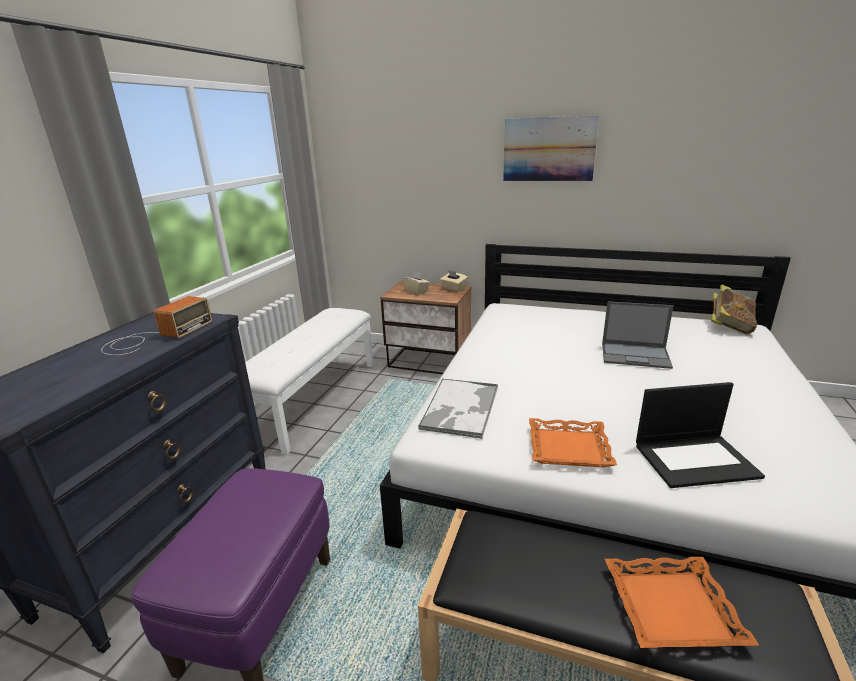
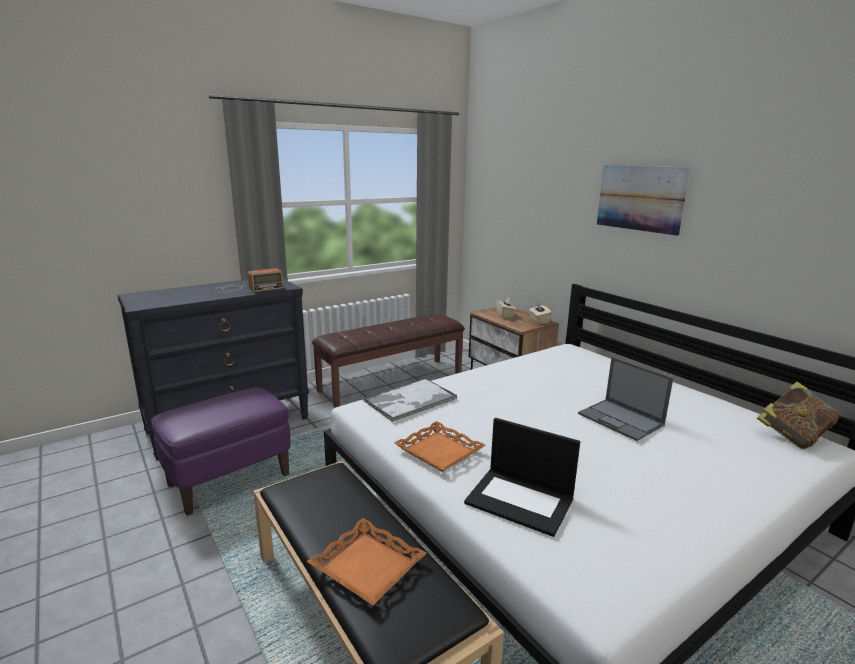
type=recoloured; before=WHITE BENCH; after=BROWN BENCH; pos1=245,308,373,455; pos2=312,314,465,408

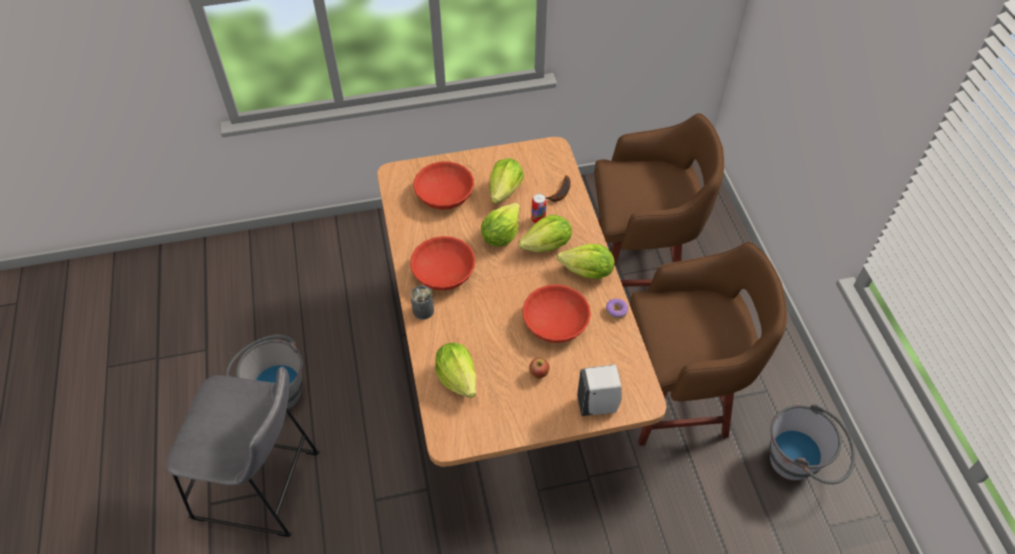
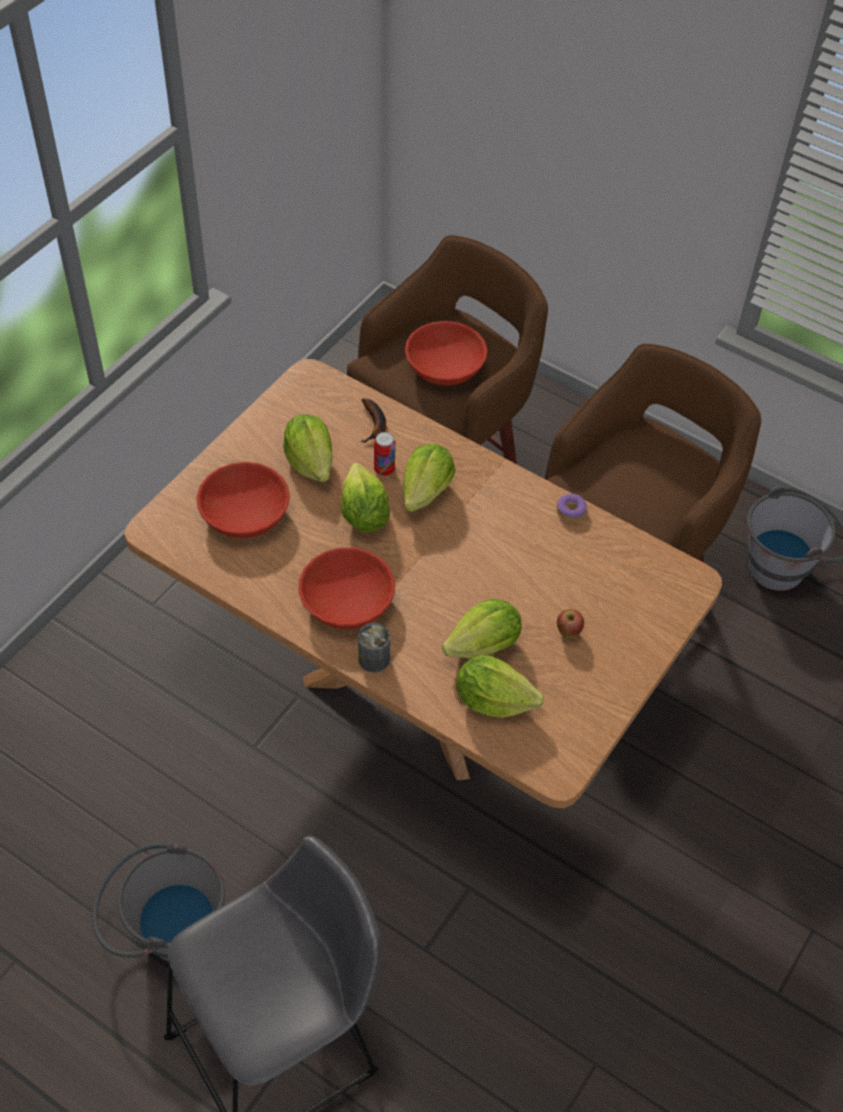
type=moved; before=RED BOWL; pos1=522,285,591,343; pos2=405,321,488,386
type=moved; before=LETTUCE; pos1=557,244,615,279; pos2=442,599,522,659
type=removed; before=WHITE SOAP DISPENSER; pos1=577,364,622,416

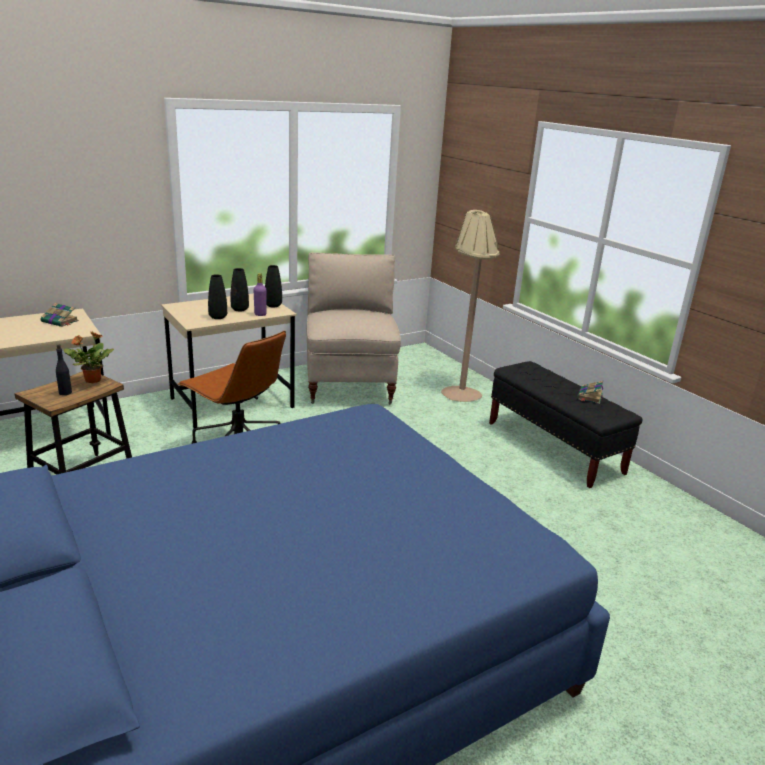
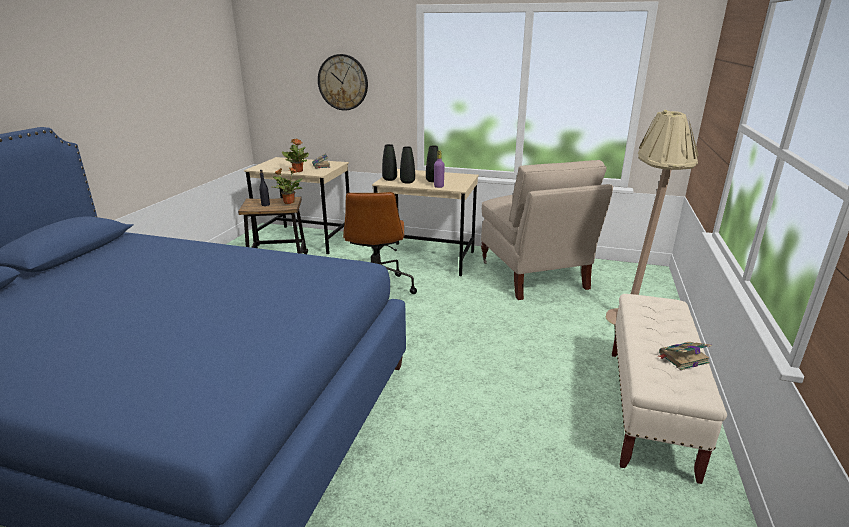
type=moved; before=BLACK VASE; pos1=265,265,282,307; pos2=382,144,397,181
type=turned; before=BEIGE CHAIR; pos1=306,252,401,404; pos2=481,160,613,300; turn=120
type=recoloured; before=BLACK BENCH; after=BEIGE BENCH; pos1=489,361,643,488; pos2=612,294,727,484
type=added; after=POTTED PLANT; pos2=282,139,309,172
type=added; after=WALL CLOCK; pos2=318,54,368,111

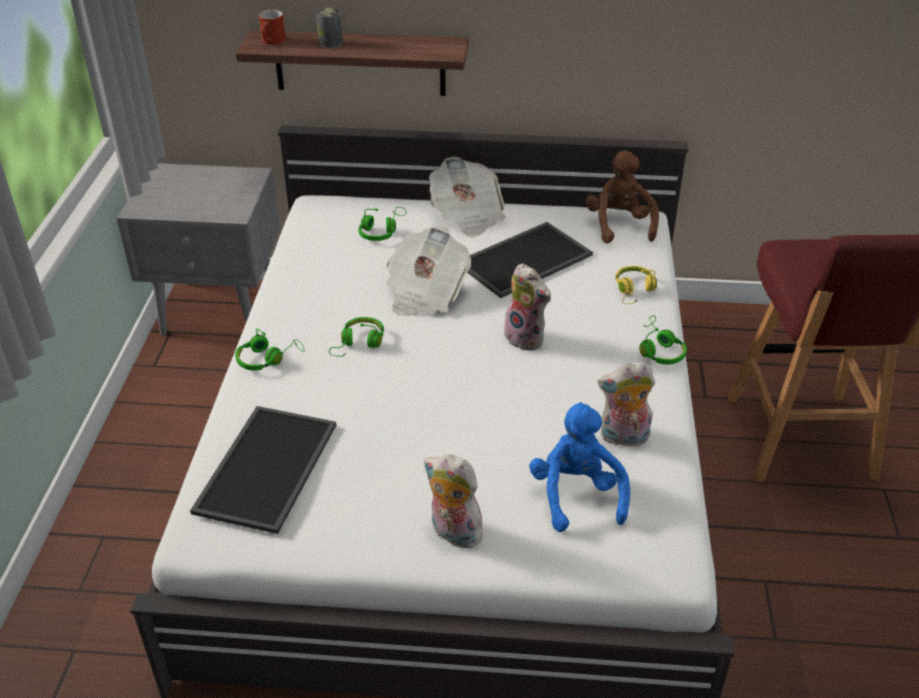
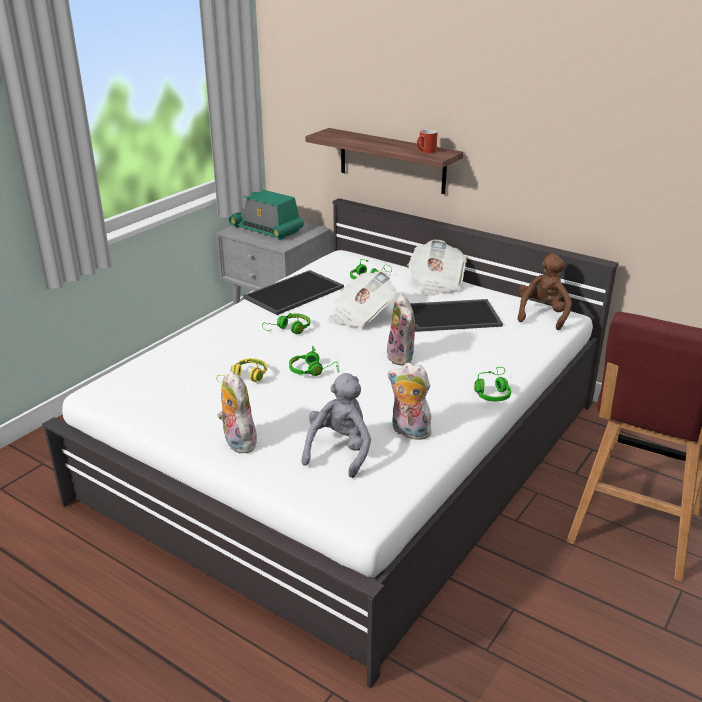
type=moved; before=TRAY; pos1=190,406,336,534; pos2=243,270,344,315
type=moved; before=GREEN HEADPHONES; pos1=235,328,304,370; pos2=289,346,339,376
type=moved; before=RED MUG; pos1=259,10,286,45; pos2=417,129,438,154
type=removed; before=CAN; pos1=316,8,343,48
type=recoloured; before=BLUE PLUSH TOY; after=GREY PLUSH TOY; pos1=529,402,630,532; pos2=302,373,371,478
type=moved; before=YELLOW HEADPHONES; pos1=616,266,657,304; pos2=216,358,267,383
type=added; after=RADIO; pos2=229,189,304,240

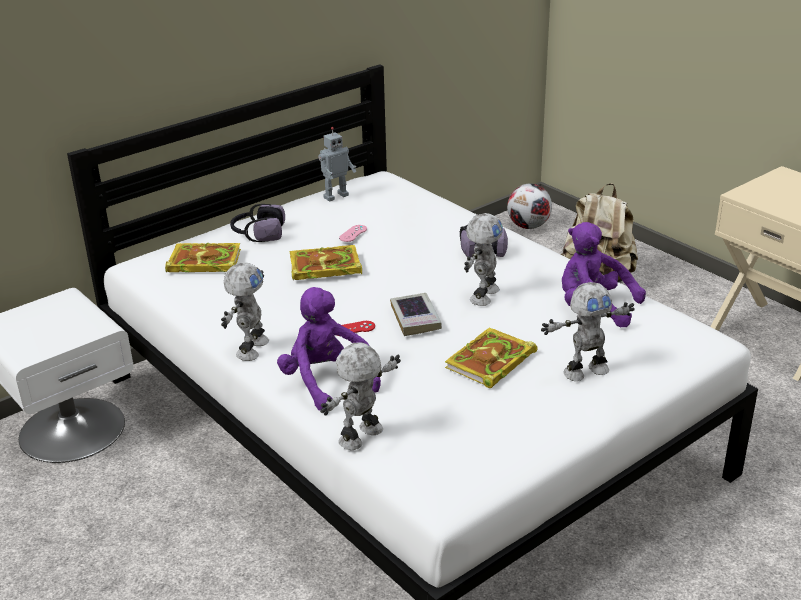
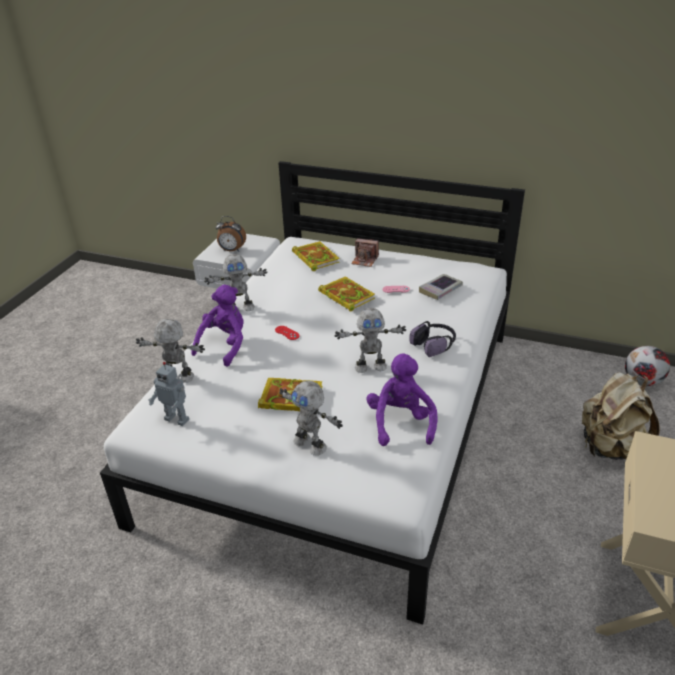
type=replaced; before=HEADPHONES; after=PHOTO CAMERA; pos1=230,204,285,242; pos2=351,238,379,267
type=moved; before=TOY ROBOT; pos1=318,127,356,202; pos2=148,362,189,426
type=moved; before=BOOK; pos1=390,293,442,336; pos2=419,274,463,300
type=added; after=ALARM CLOCK; pos2=216,216,246,252

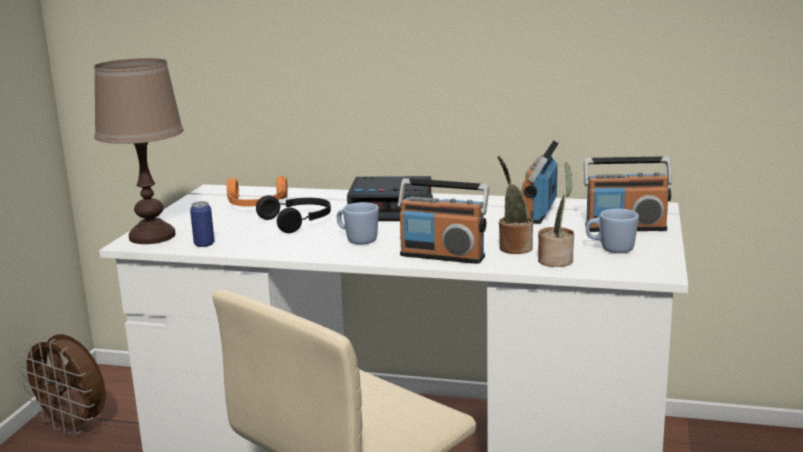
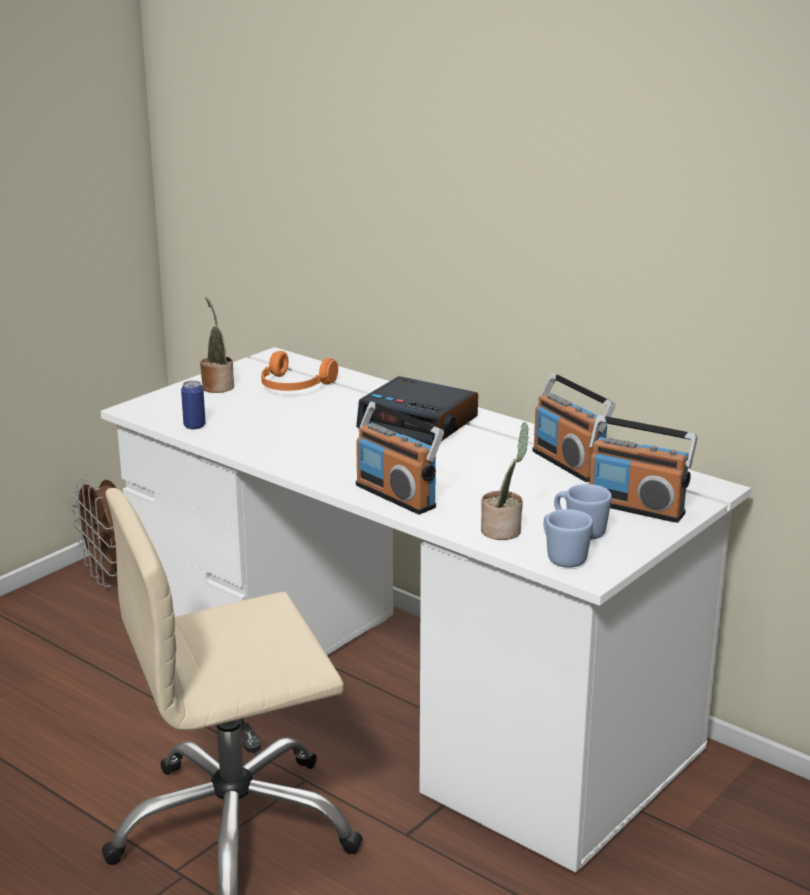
type=removed; before=BROWN TABLE LAMP; pos1=94,58,184,244
type=removed; before=BLACK HEADPHONES; pos1=256,195,331,233
type=moved; before=BLUE MUG; pos1=337,202,379,245; pos2=543,509,593,568
type=moved; before=POTTED PLANT; pos1=498,156,533,254; pos2=200,297,234,393
type=turned; before=RADIO; pos1=521,140,559,224; pos2=532,373,616,482; turn=-75

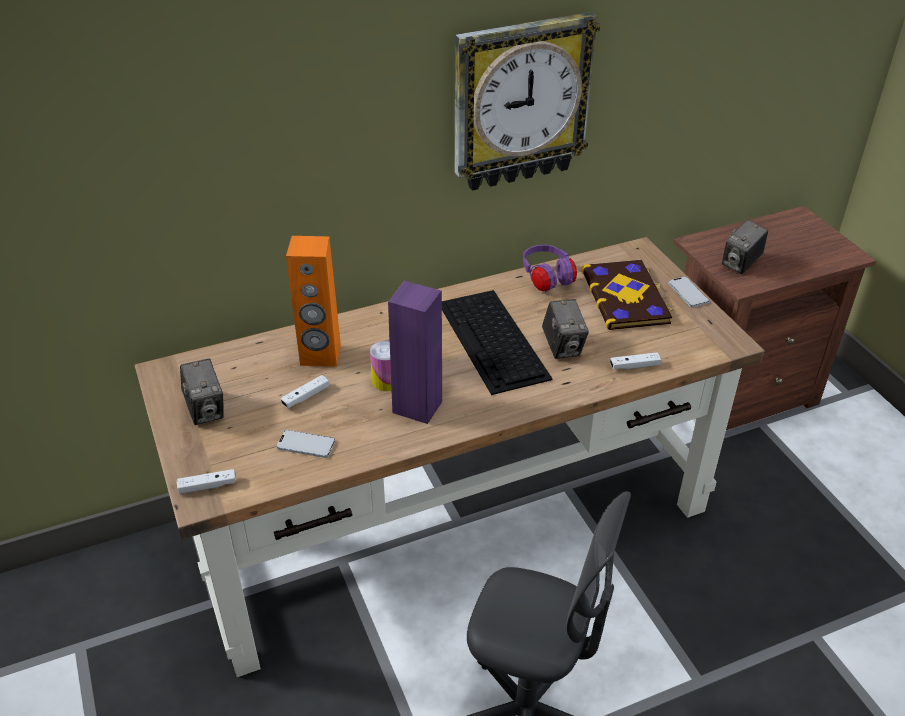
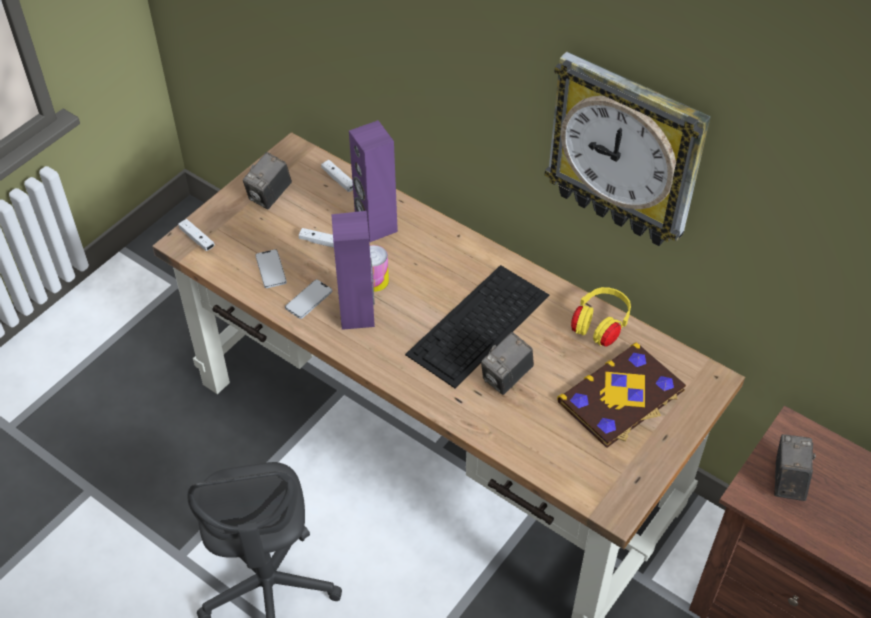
type=recoloured; before=ORANGE SPEAKER; after=PURPLE SPEAKER; pos1=286,236,341,366; pos2=349,120,398,242
type=recoloured; before=PURPLE HEADPHONES; after=YELLOW HEADPHONES; pos1=523,245,577,291; pos2=571,287,631,346
type=moved; before=WHITE GAME CONTROLLER; pos1=610,352,661,369; pos2=321,160,353,192
type=moved; before=PHONE; pos1=668,277,709,307; pos2=285,279,332,319
type=turned; before=PHOTO CAMERA; pos1=722,220,768,274; pos2=774,434,816,501; turn=90

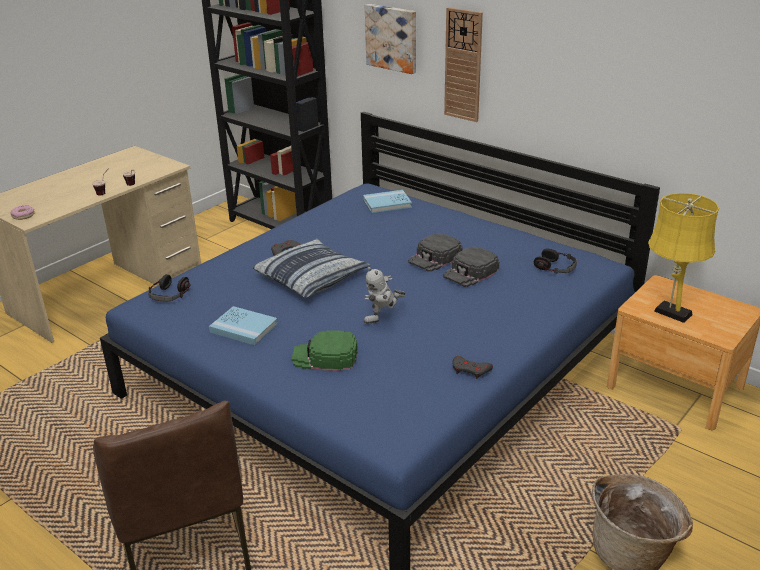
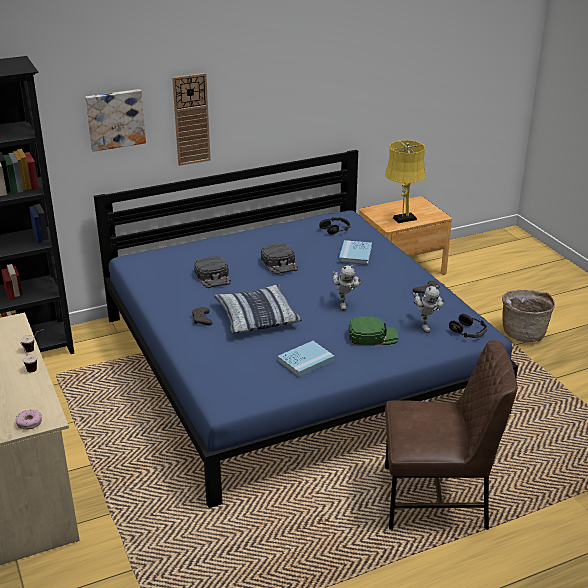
type=moved; before=HEADPHONES; pos1=148,274,191,302; pos2=449,314,487,338
type=turned; before=GREEN CAP; pos1=291,330,357,371; pos2=349,316,399,346; turn=-120
type=moved; before=BLUE BOOK; pos1=363,190,412,213; pos2=339,240,372,265
type=moved; before=BLACK CAP; pos1=443,246,499,287; pos2=194,256,231,288
type=added; after=TOY ROBOT; pos2=413,285,445,333

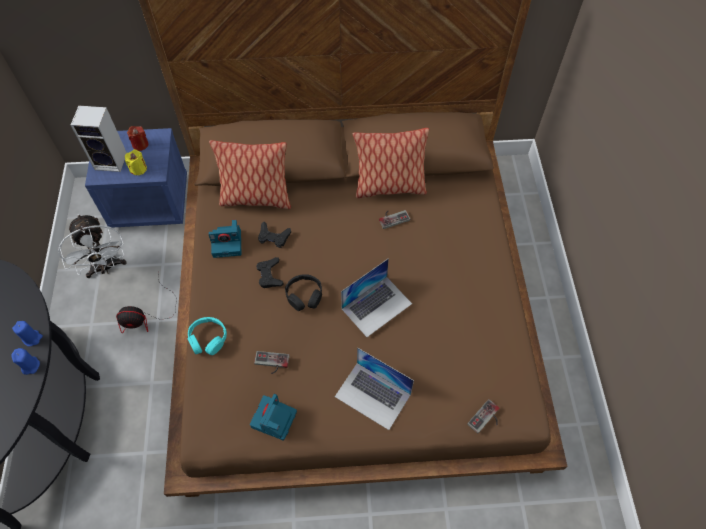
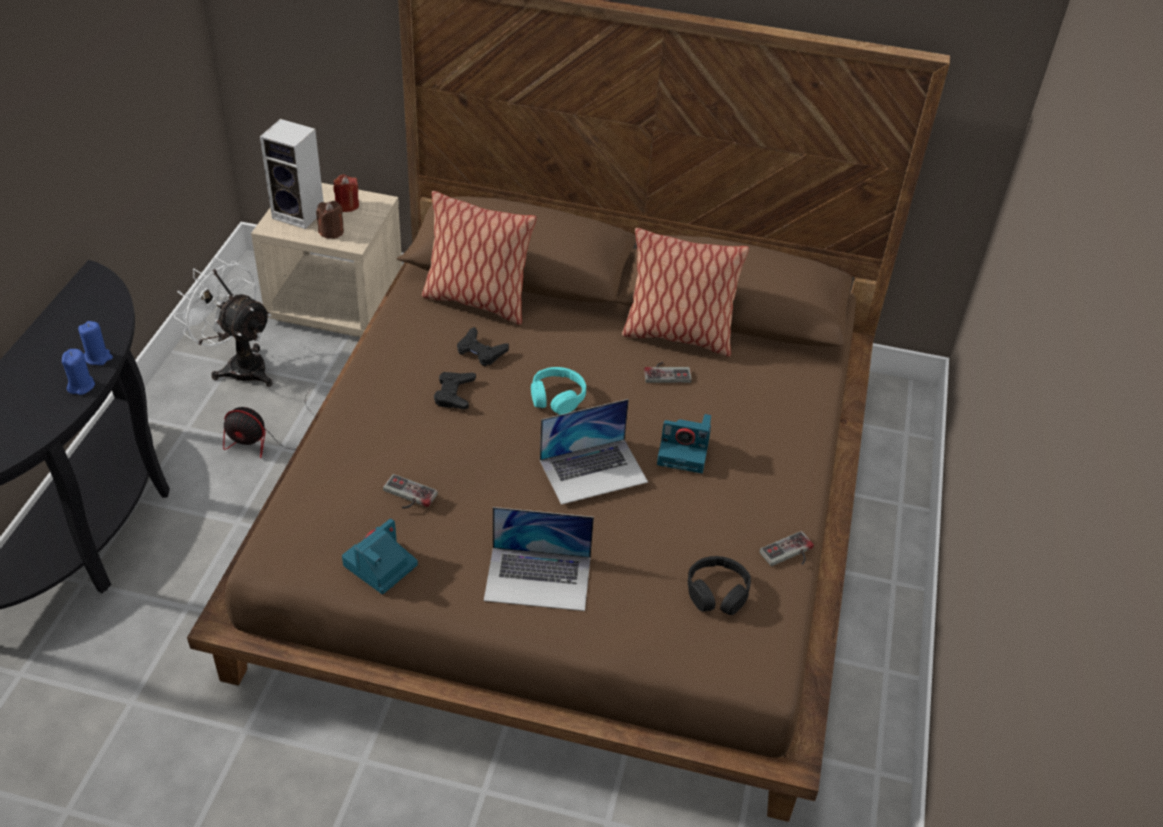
type=turned; before=WHITE FAN; pos1=58,214,126,278; pos2=174,257,273,387; turn=135
type=recoloured; before=BLUE NIGHTSTAND; after=BEIGE NIGHTSTAND; pos1=85,128,187,228; pos2=251,183,402,337
type=recoloured; before=YELLOW CANDLE; after=BROWN CANDLE; pos1=125,149,147,175; pos2=316,201,344,239
type=moved; before=TURQUOISE HEADPHONES; pos1=188,317,227,355; pos2=531,367,586,415
type=moved; before=PHOTO CAMERA; pos1=208,220,241,258; pos2=657,414,711,473
type=moved; before=BLACK HEADPHONES; pos1=285,274,322,311; pos2=688,556,751,615
type=turned; before=LAPTOP; pos1=335,347,414,430; pos2=484,507,594,611; turn=-45
type=moved; before=GAME CONTROLLER; pos1=467,399,499,433; pos2=759,531,814,566

